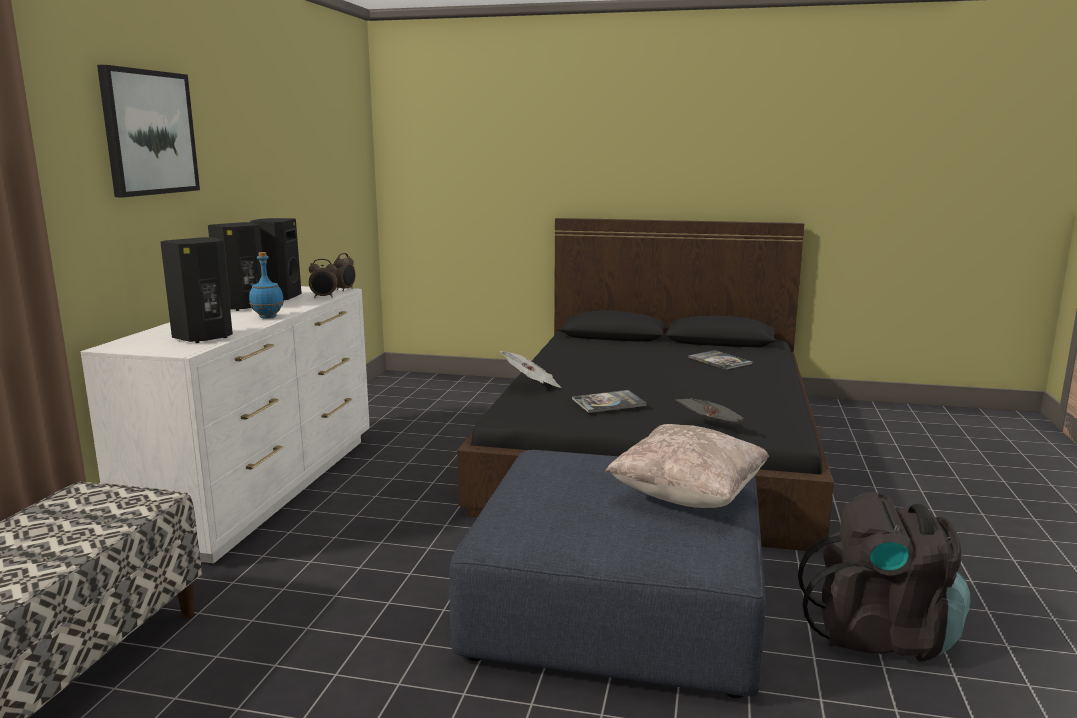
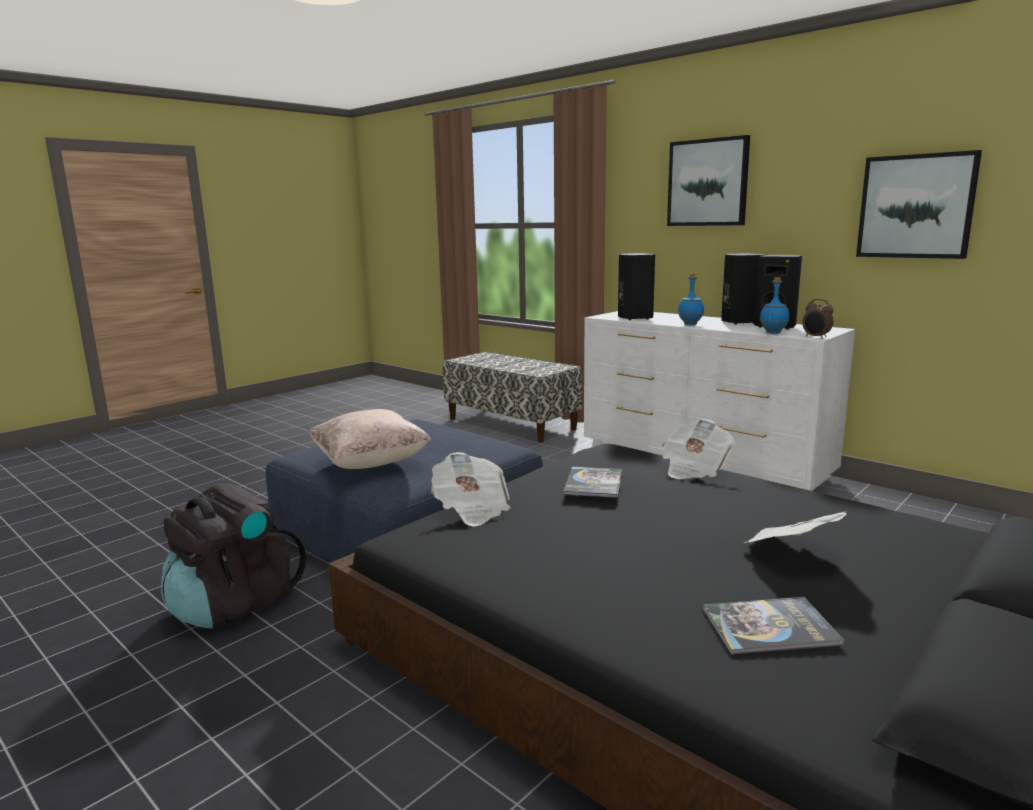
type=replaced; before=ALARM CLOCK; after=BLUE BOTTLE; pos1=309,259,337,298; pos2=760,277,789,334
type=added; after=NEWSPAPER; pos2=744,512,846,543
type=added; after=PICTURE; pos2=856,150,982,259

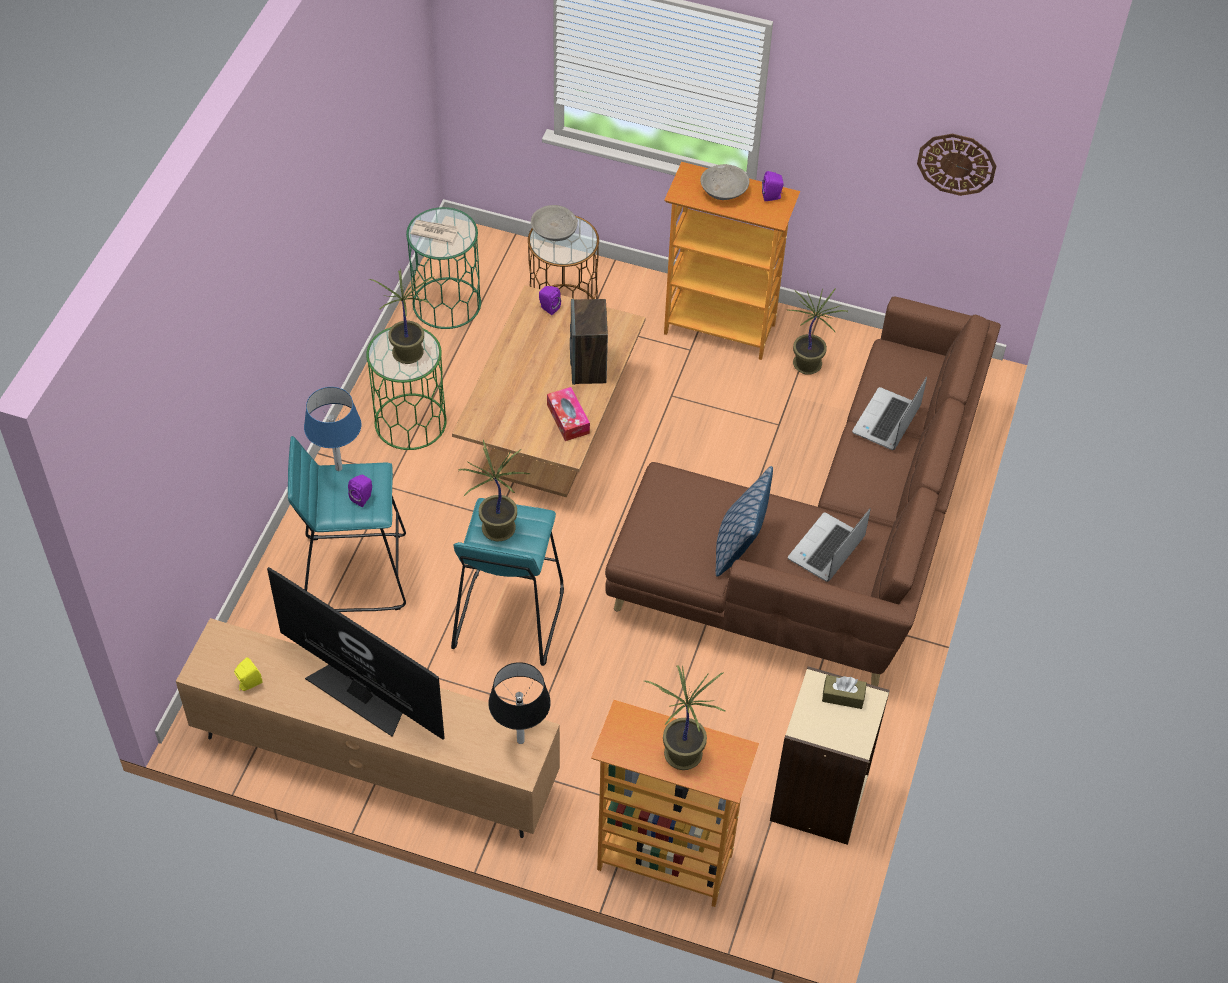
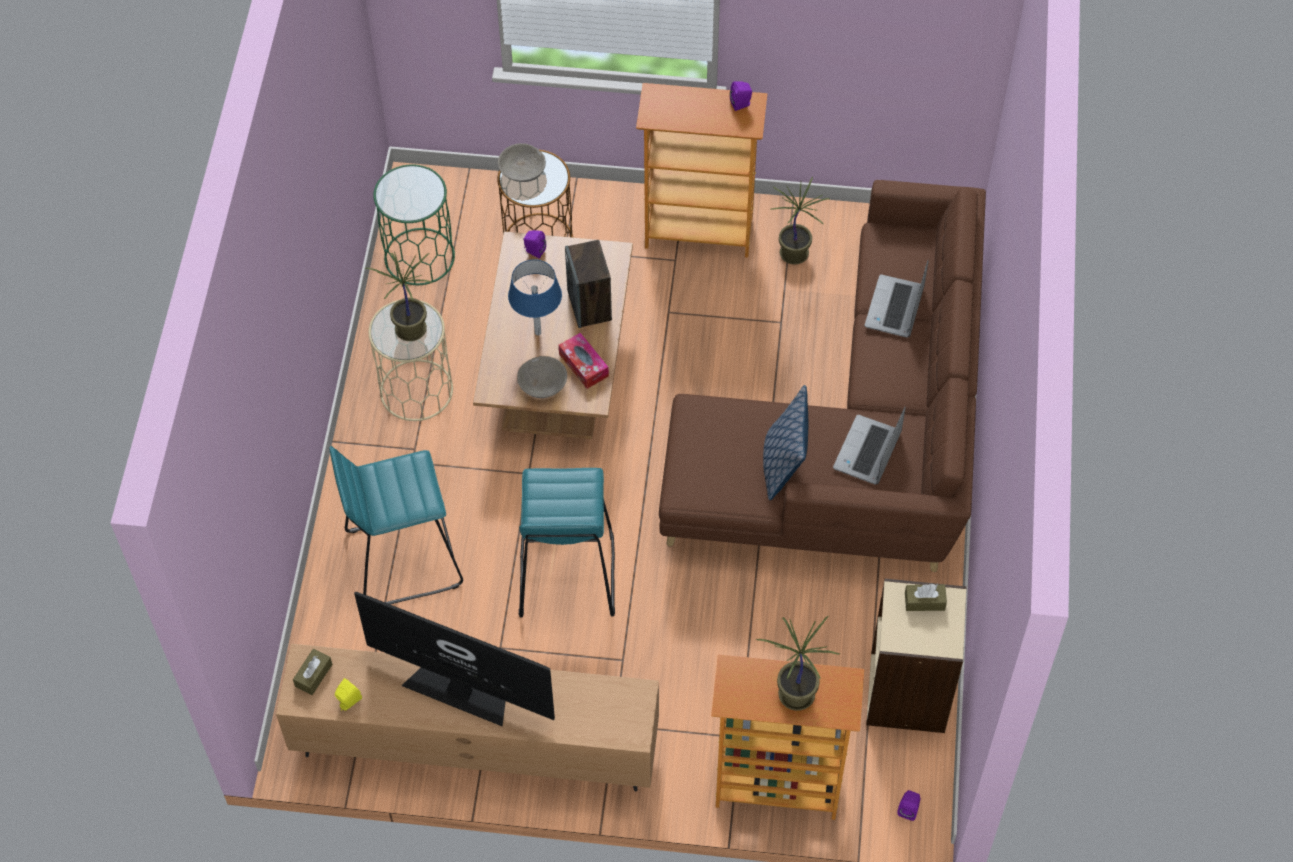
type=moved; before=BLUE TABLE LAMP; pos1=304,387,361,471; pos2=508,259,562,335
type=moved; before=PURPLE SPEAKER; pos1=348,475,372,507; pos2=897,790,921,821
type=recoloured; before=GREEN SIDE TABLE; after=BEIGE SIDE TABLE; pos1=366,327,447,450; pos2=369,300,453,421
type=removed; before=NEWSPAPER; pos1=410,220,459,243
type=removed; before=POTTED PLANT; pos1=458,440,531,541
type=removed; before=BLACK TABLE LAMP; pos1=488,662,551,744
type=moved; before=GREY BOWL; pos1=701,164,749,200; pos2=517,356,567,398
type=removed; before=WALL CLOCK; pos1=917,134,996,196
type=added; after=BROWN TISSUE BOX; pos2=293,649,333,695

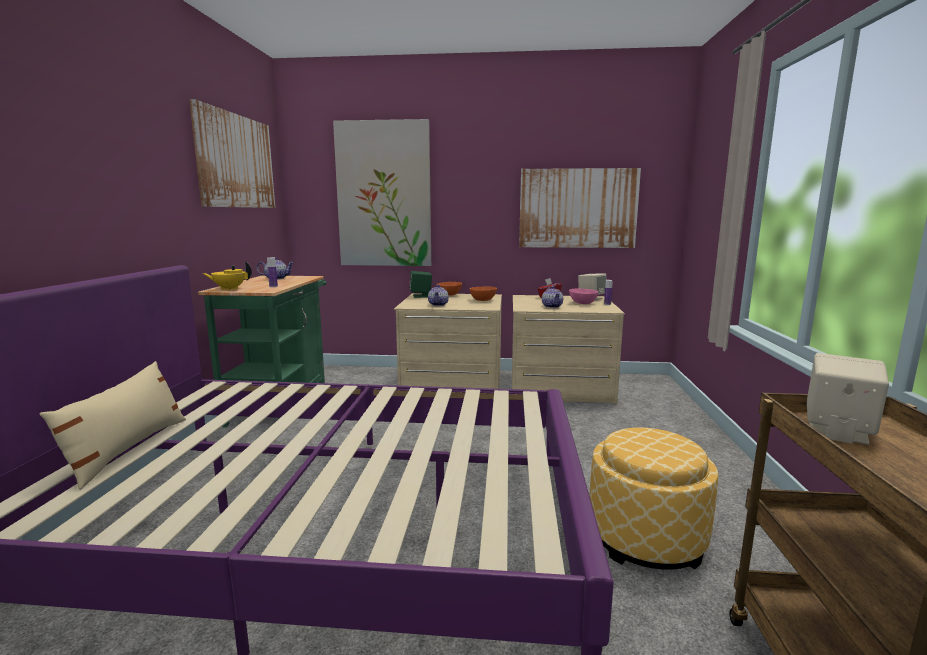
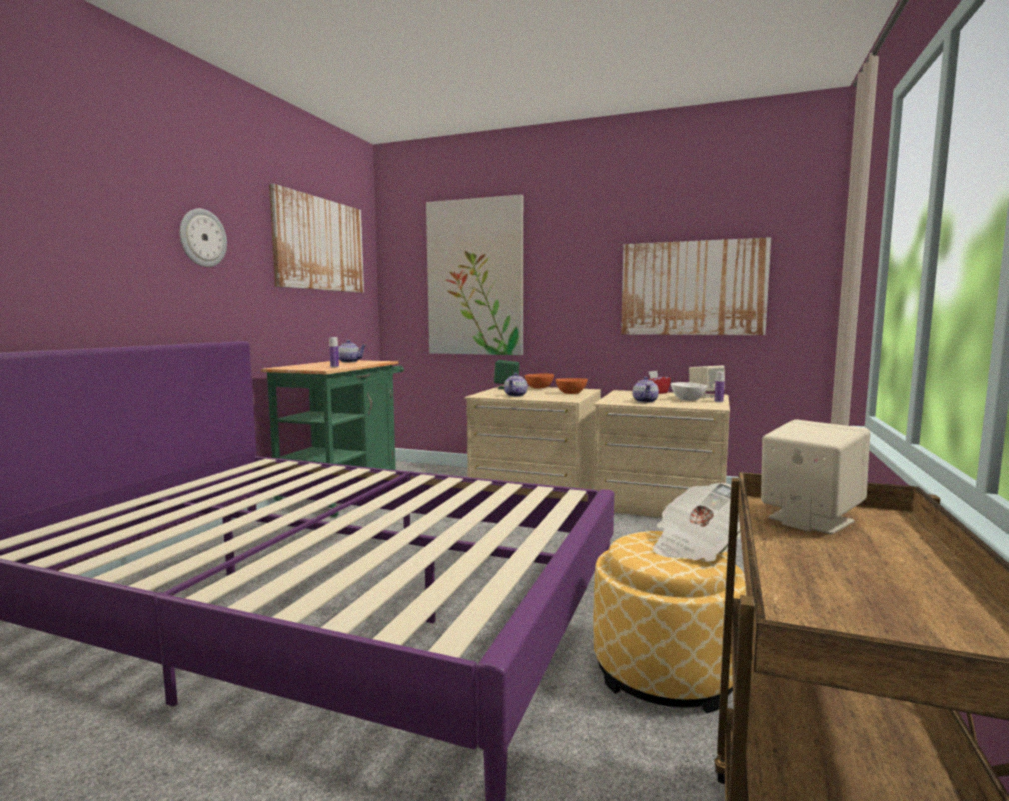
type=removed; before=BEIGE PILLOW; pos1=40,361,186,490
type=removed; before=YELLOW TEAPOT; pos1=202,261,252,290
type=recoloured; before=PINK BOWL; after=WHITE BOWL; pos1=569,289,598,304; pos2=671,382,707,401
type=added; after=WALL CLOCK; pos2=180,208,227,267
type=added; after=NEWSPAPER; pos2=653,483,741,562

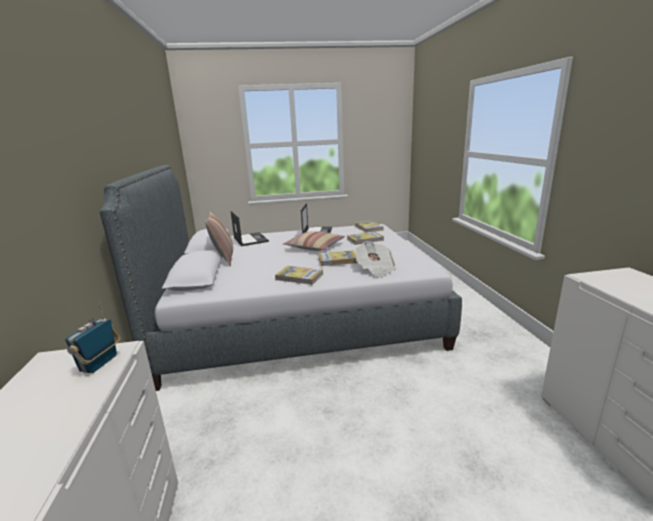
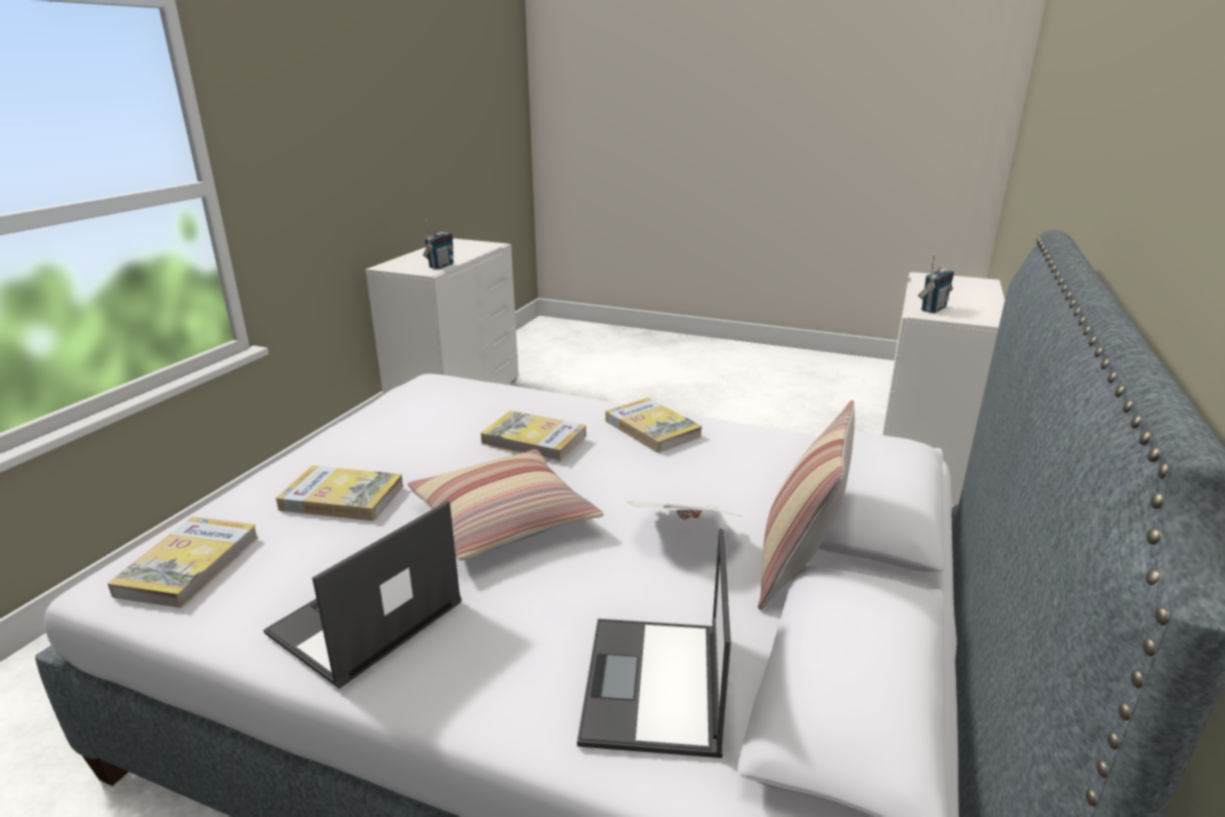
type=moved; before=NEWSPAPER; pos1=356,241,396,278; pos2=627,501,740,520
type=added; after=RADIO; pos2=423,220,453,269

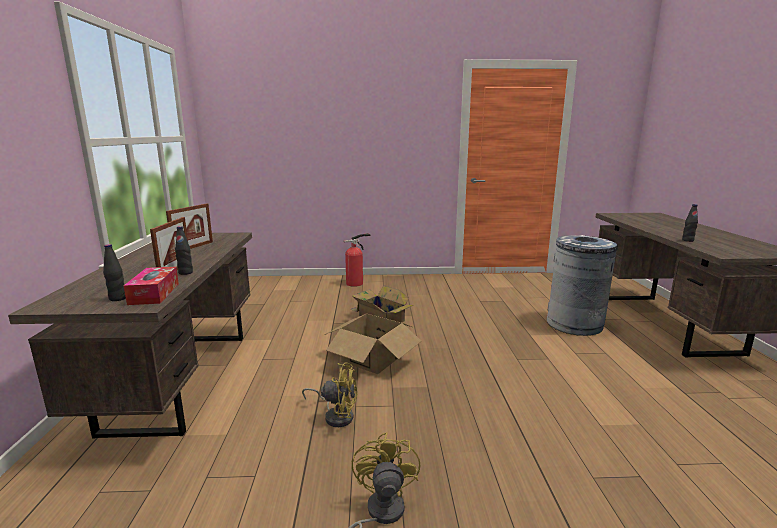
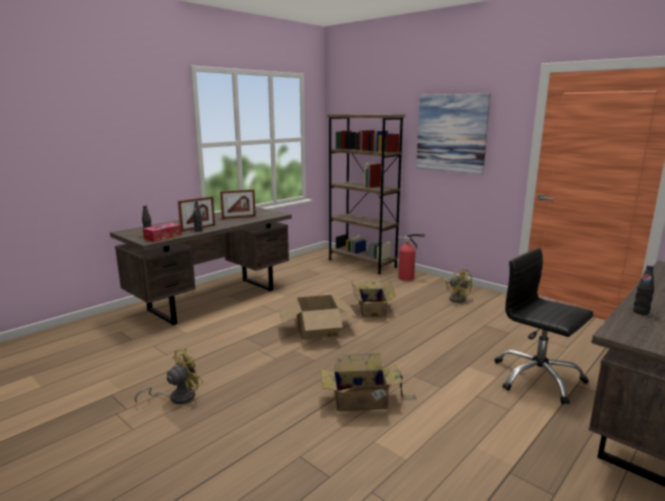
type=moved; before=YELLOW FAN; pos1=302,363,357,427; pos2=446,268,473,303
type=replaced; before=GREY TRASH CAN; after=BLACK OFFICE CHAIR; pos1=547,235,618,336; pos2=494,248,594,404
type=added; after=CARDBOARD BOX; pos2=320,354,417,411
type=added; after=BROWN BOOKCASE; pos2=327,114,405,274
type=added; after=PICTURE; pos2=416,93,490,175

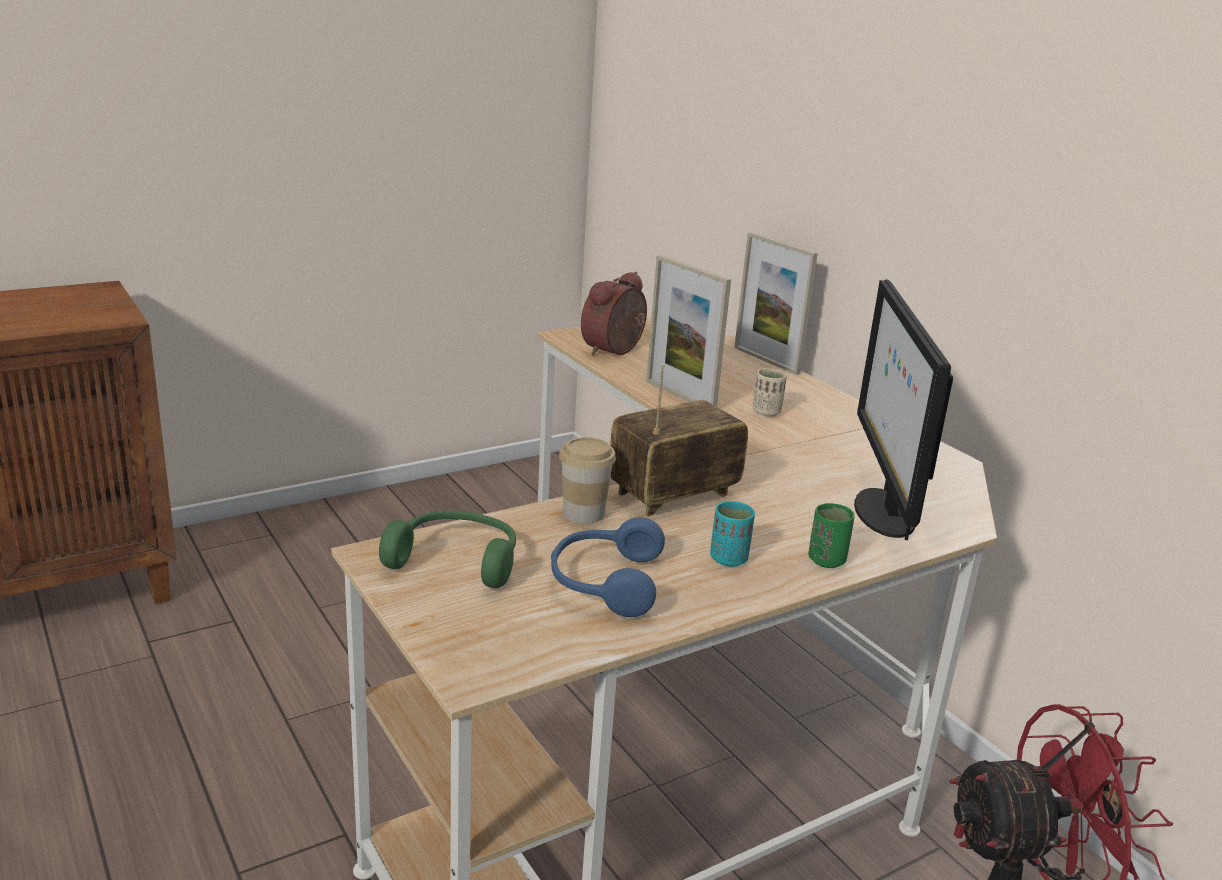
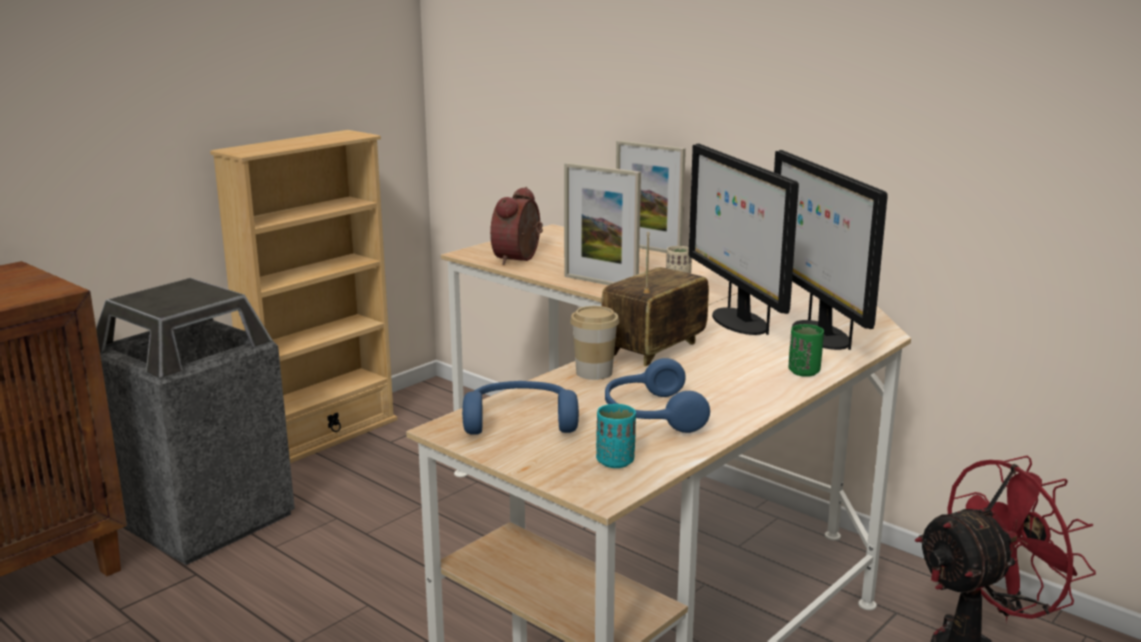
type=recoloured; before=GREEN HEADPHONES; after=BLUE HEADPHONES; pos1=379,511,516,588; pos2=462,381,579,435
type=moved; before=TURQUOISE CUP; pos1=710,501,755,567; pos2=596,404,636,468
type=added; after=TRASH CAN; pos2=96,278,295,565
type=added; after=BEIGE BOOKCASE; pos2=210,130,398,463
type=added; after=MONITOR; pos2=689,144,799,335

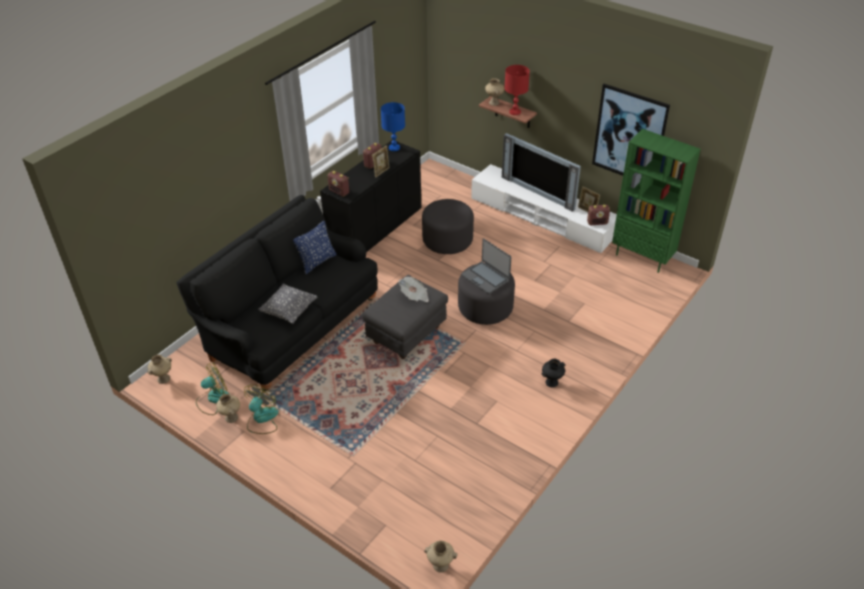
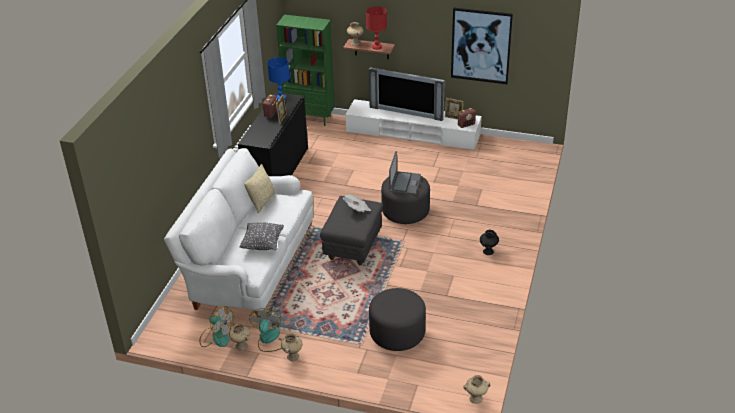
type=moved; before=BEIGE VASE; pos1=147,354,172,384; pos2=281,333,303,361
type=recoloured; before=BLACK SOFA; after=WHITE SOFA; pos1=176,195,377,391; pos2=164,148,313,317
type=turned; before=FAN; pos1=196,363,231,415; pos2=200,306,234,347; turn=75
type=recoloured; before=BLUE PILLOW; after=BEIGE PILLOW; pos1=293,221,337,274; pos2=244,164,275,213
type=removed; before=RADIO; pos1=328,171,349,197
type=moved; before=GREY OTTOMAN; pos1=422,199,474,254; pos2=369,288,426,351
type=turned; before=LAPTOP; pos1=461,238,511,294; pos2=389,151,421,195; turn=-105
type=moved; before=GREEN BOOKCASE; pos1=612,129,701,273; pos2=276,15,335,126

